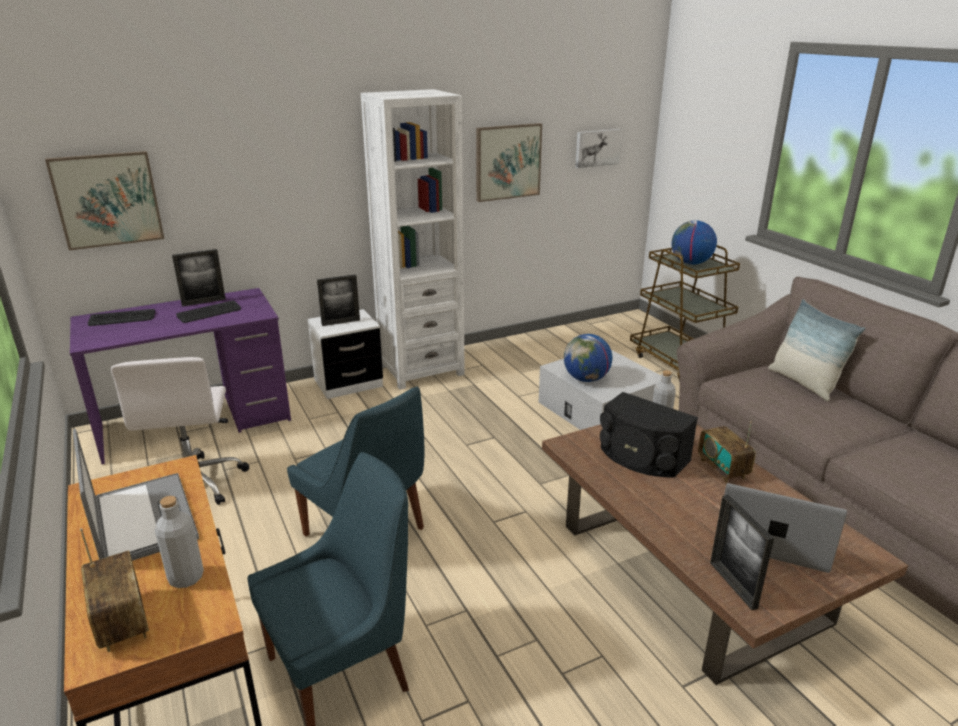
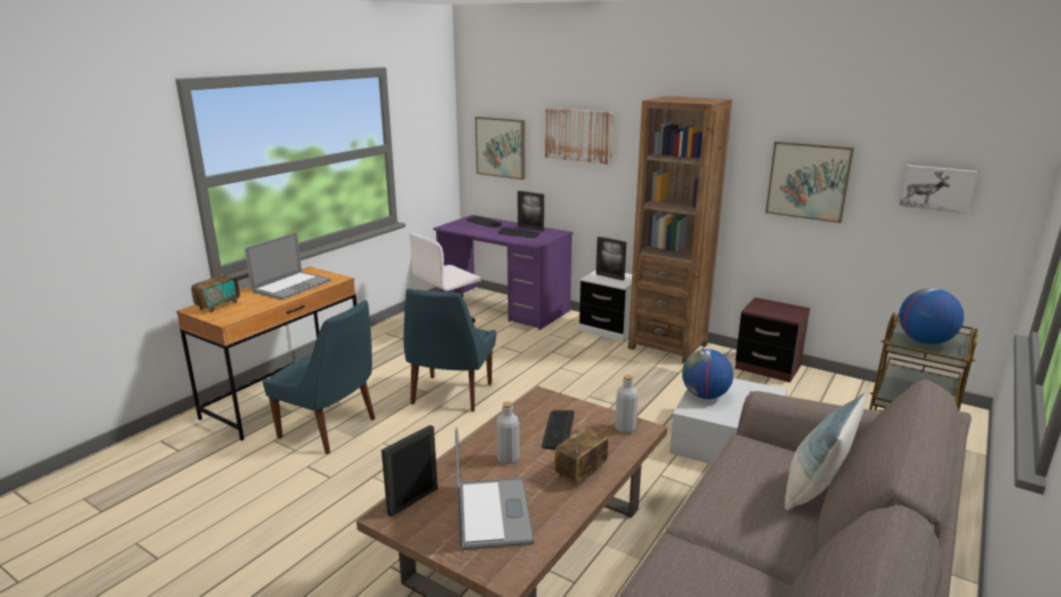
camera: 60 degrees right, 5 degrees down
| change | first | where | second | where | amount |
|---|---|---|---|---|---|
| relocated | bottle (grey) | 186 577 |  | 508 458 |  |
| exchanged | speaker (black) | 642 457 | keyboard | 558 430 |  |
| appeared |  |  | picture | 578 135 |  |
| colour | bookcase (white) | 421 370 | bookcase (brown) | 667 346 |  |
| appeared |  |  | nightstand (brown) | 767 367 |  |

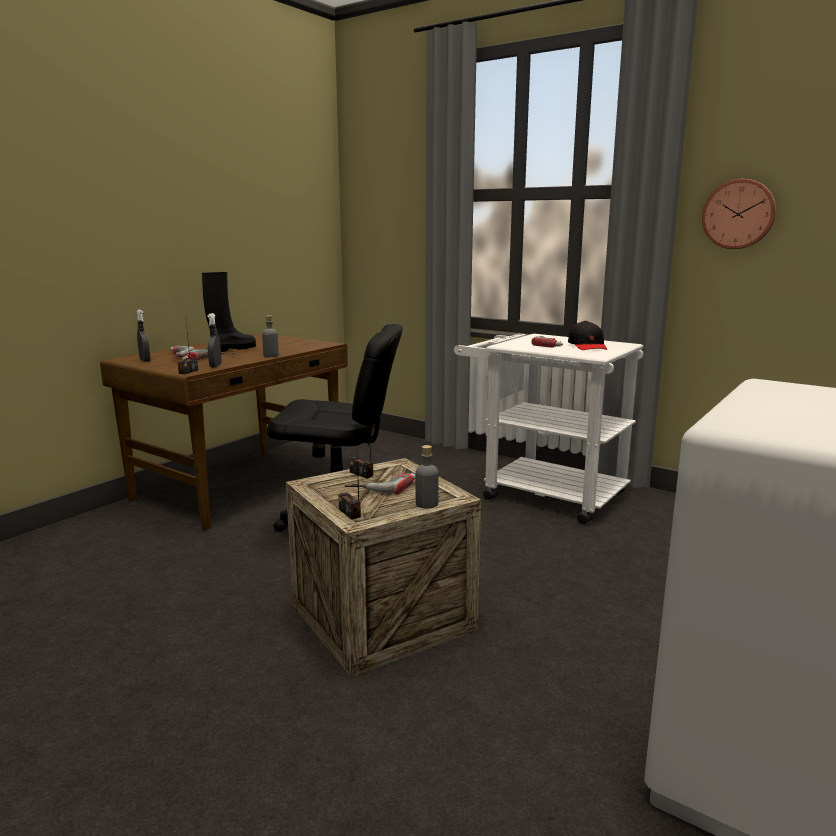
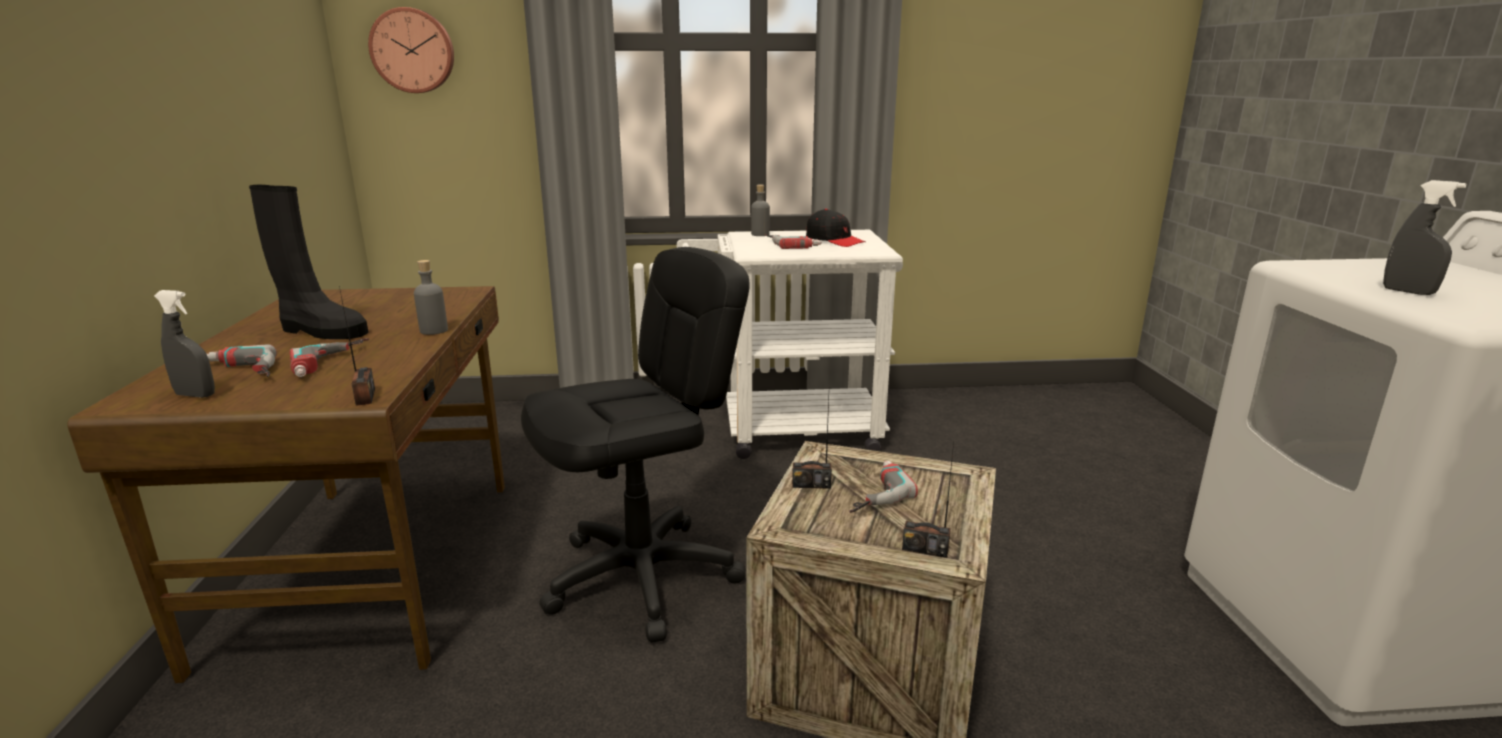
camera: 40 degrees left, 5 degrees up
| change | first | where | second | where | amount |
|---|---|---|---|---|---|
| spun | boot (black) | 232 349 |  | 321 331 | 105 degrees clockwise |
| relocated | wall clock | 739 214 |  | 413 51 |  |
| relocated | bottle (grey) | 426 504 |  | 760 234 |  |
| relocated | spray bottle (grey) | 215 366 |  | 1408 291 |  |

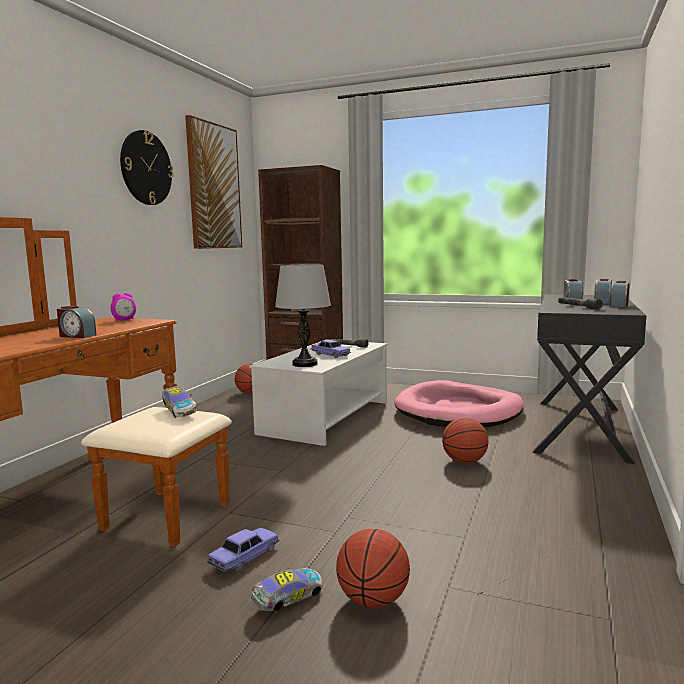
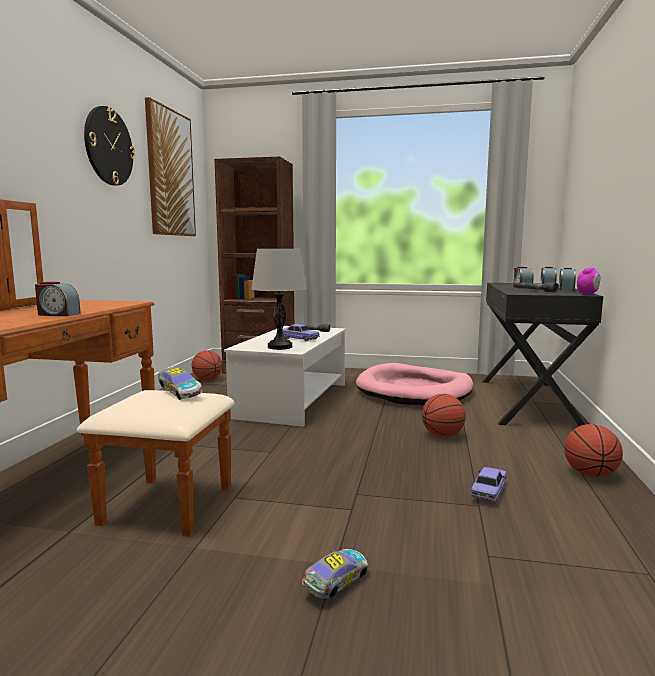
camera: 10 degrees left, 0 degrees up
| change | first | where | second | where | amount |
|---|---|---|---|---|---|
| relocated | toy car | 244 557 |  | 488 491 |  |
| relocated | basketball | 373 600 |  | 590 474 |  |
| relocated | alarm clock | 124 320 |  | 587 294 |  |

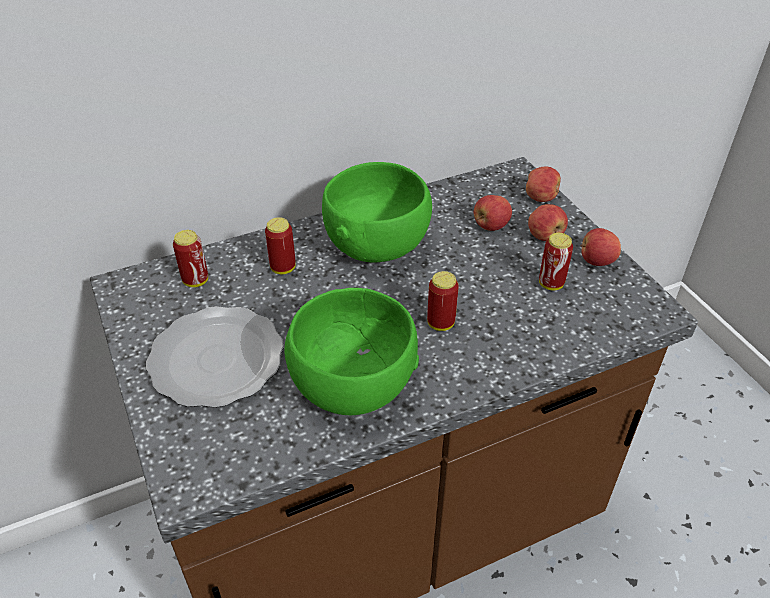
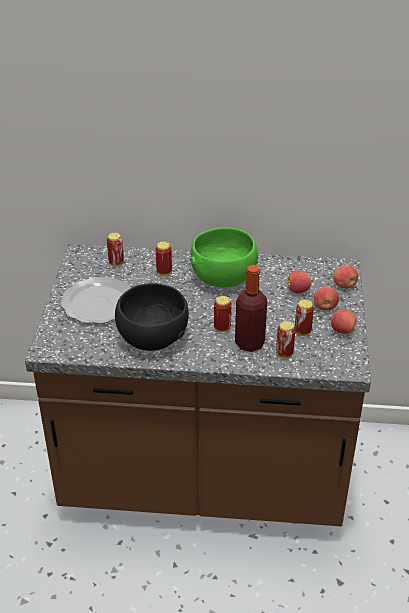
camera: 30 degrees right, 5 degrees down
| change | first | where | second | where | amount |
|---|---|---|---|---|---|
| colour | bowl (green) | 352 385 | bowl (black) | 152 338 |  |
| appeared |  |  | bottle | 249 343 |  |
| appeared |  |  | can | 284 354 |  |

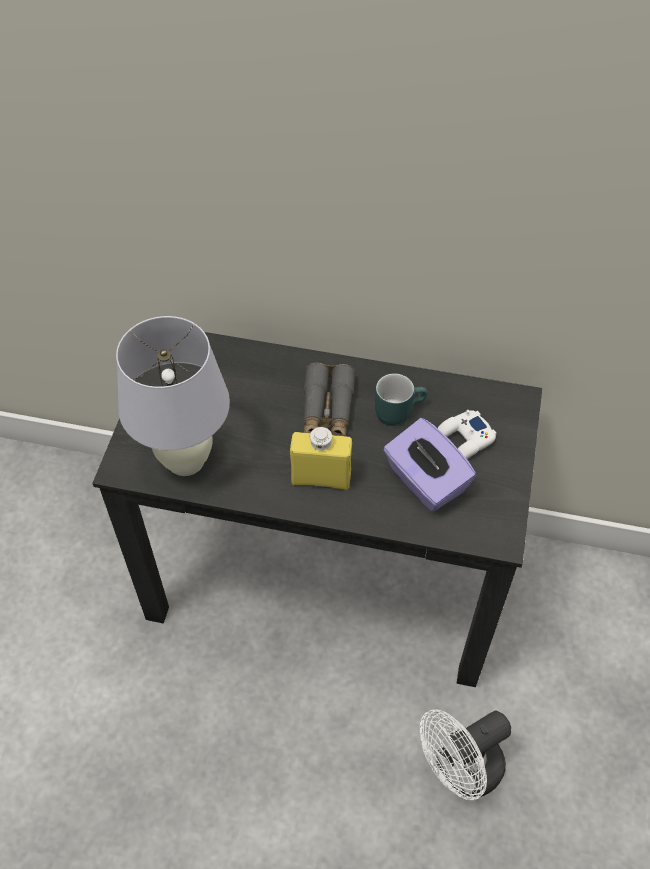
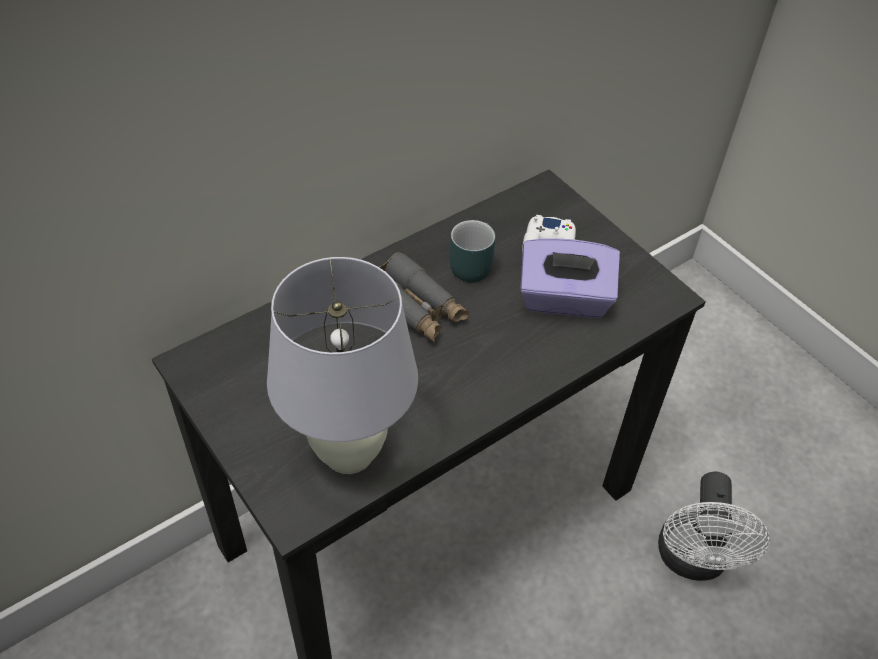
camera: 50 degrees left, 5 degrees down
| change | first | where | second | where | amount |
|---|---|---|---|---|---|
| missing | bottle (yellow) | 321 478 |  |  |  |

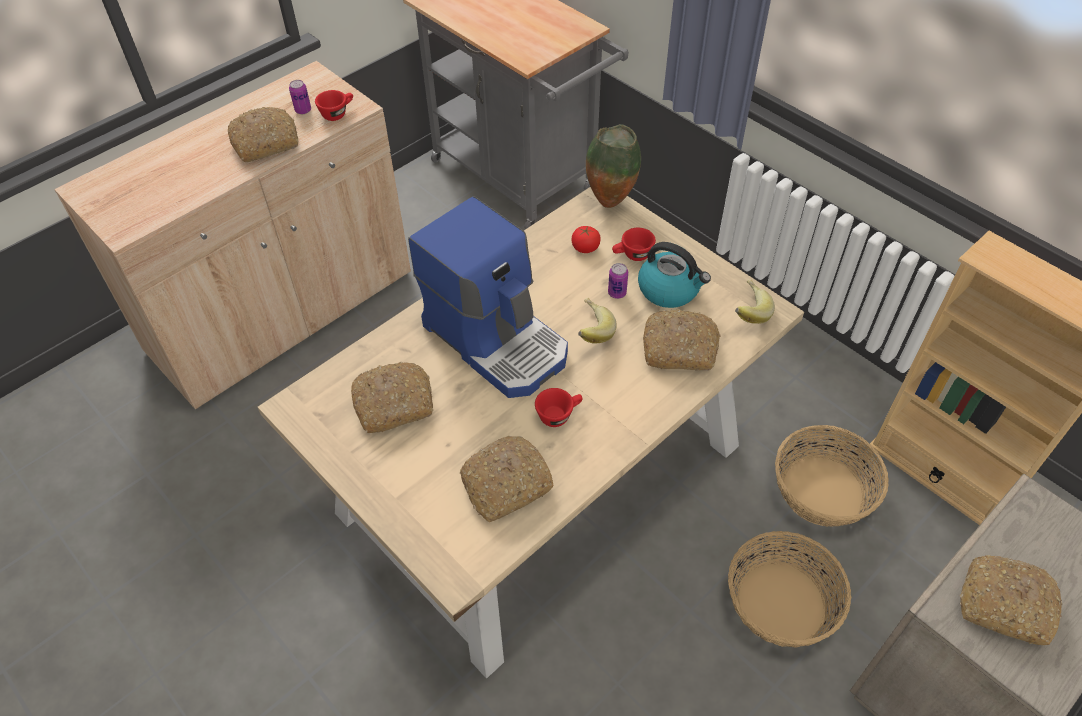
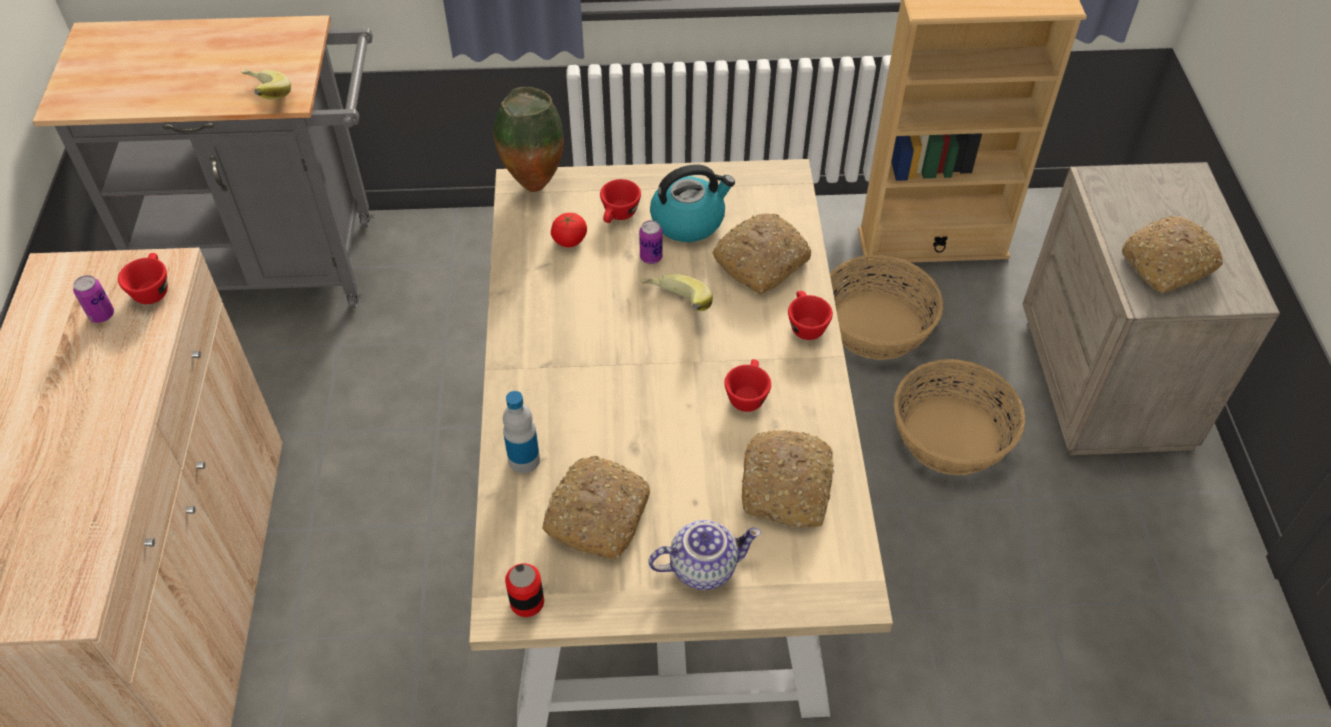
camera: 50 degrees left, 0 degrees up
| change | first | where | second | where | amount |
|---|---|---|---|---|---|
| relocated | banana | 746 312 |  | 264 99 |  |
| appeared |  |  | bottle | 524 460 |  |
| appeared |  |  | can | 527 602 |  |
| appeared |  |  | teapot | 703 566 |  |
| appeared |  |  | cup (red) | 805 325 |  |
| missing | bread | 266 142 |  |  |  |
| missing | coffee machine | 498 339 |  |  |  |

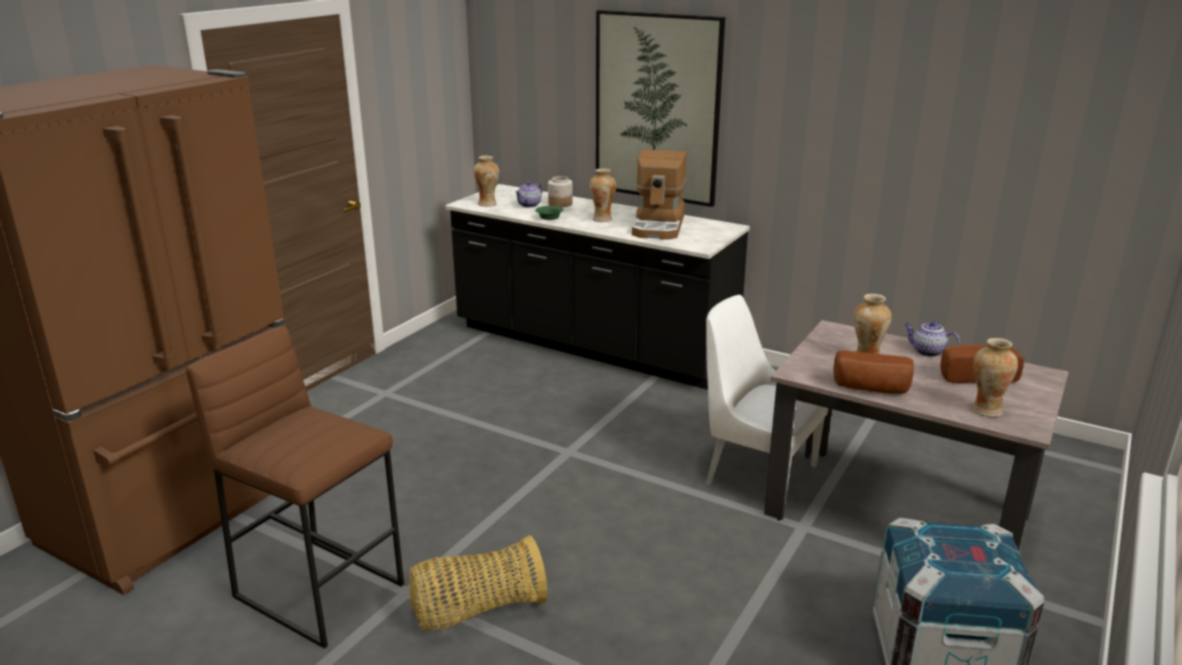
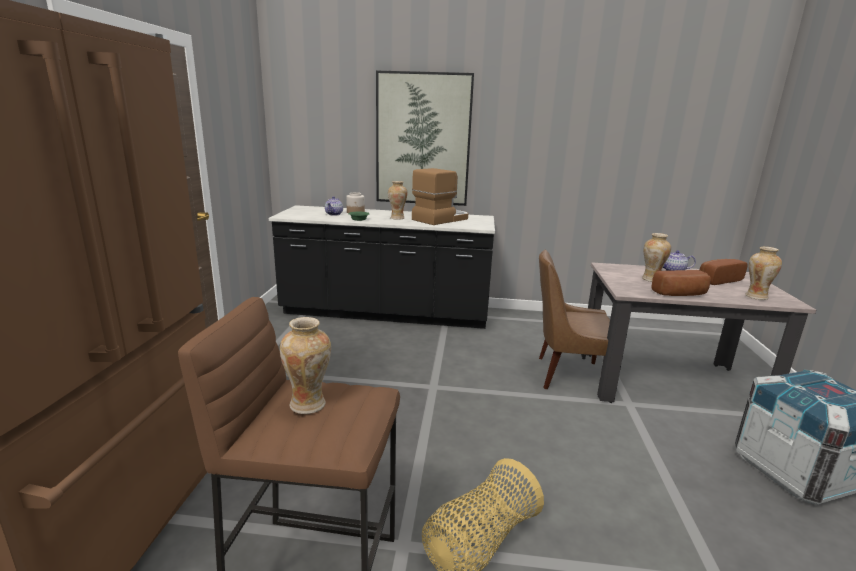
camera: 25 degrees left, 5 degrees down
| change | first | where | second | where | amount |
|---|---|---|---|---|---|
| relocated | vase | 488 204 |  | 309 404 |  |
| spun | coffee machine | 659 226 |  | 440 219 | 120 degrees counterclockwise |
| colour | chair (white) | 757 473 | chair (brown) | 566 375 |  |

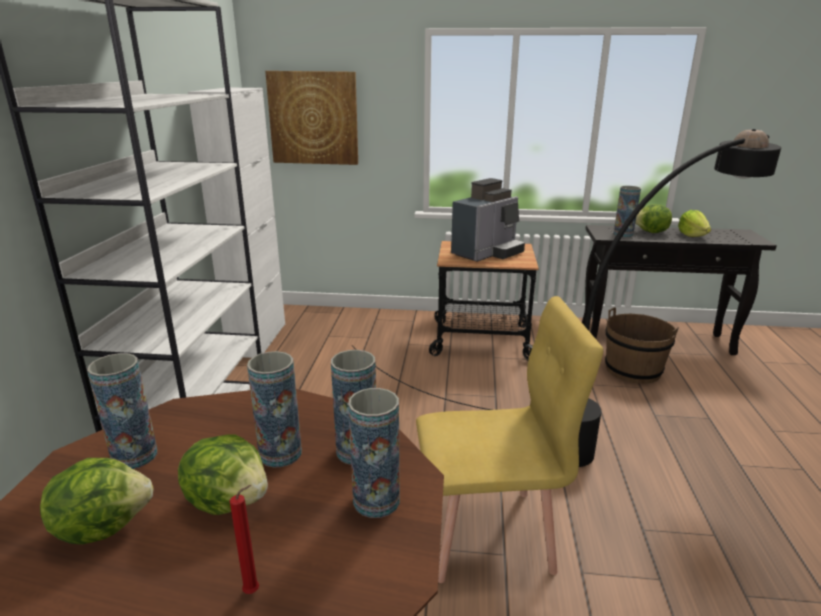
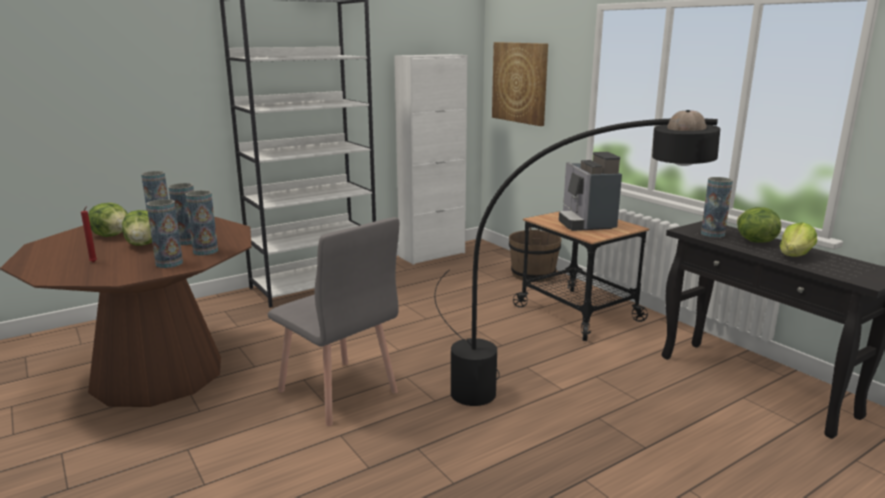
camera: 50 degrees right, 5 degrees down
| change | first | where | second | where | amount |
|---|---|---|---|---|---|
| colour | chair (yellow) | 487 534 | chair (grey) | 337 392 |  |
| relocated | bucket (brown) | 633 370 |  | 533 274 |  |
| spun | coffee machine | 487 253 |  | 585 223 | 75 degrees clockwise |

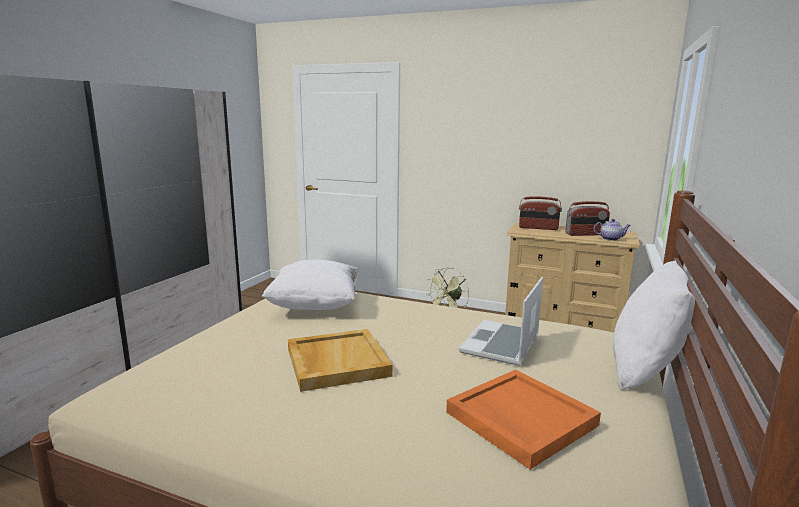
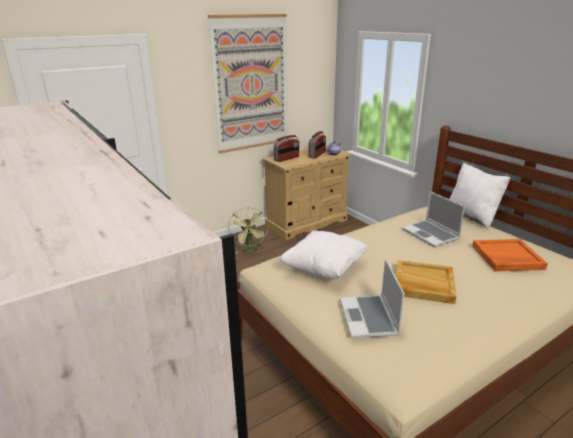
camera: 55 degrees left, 10 degrees up
| change | first | where | second | where | amount |
|---|---|---|---|---|---|
| appeared |  |  | picture | 251 84 |  |
| appeared |  |  | laptop | 369 318 |  |

